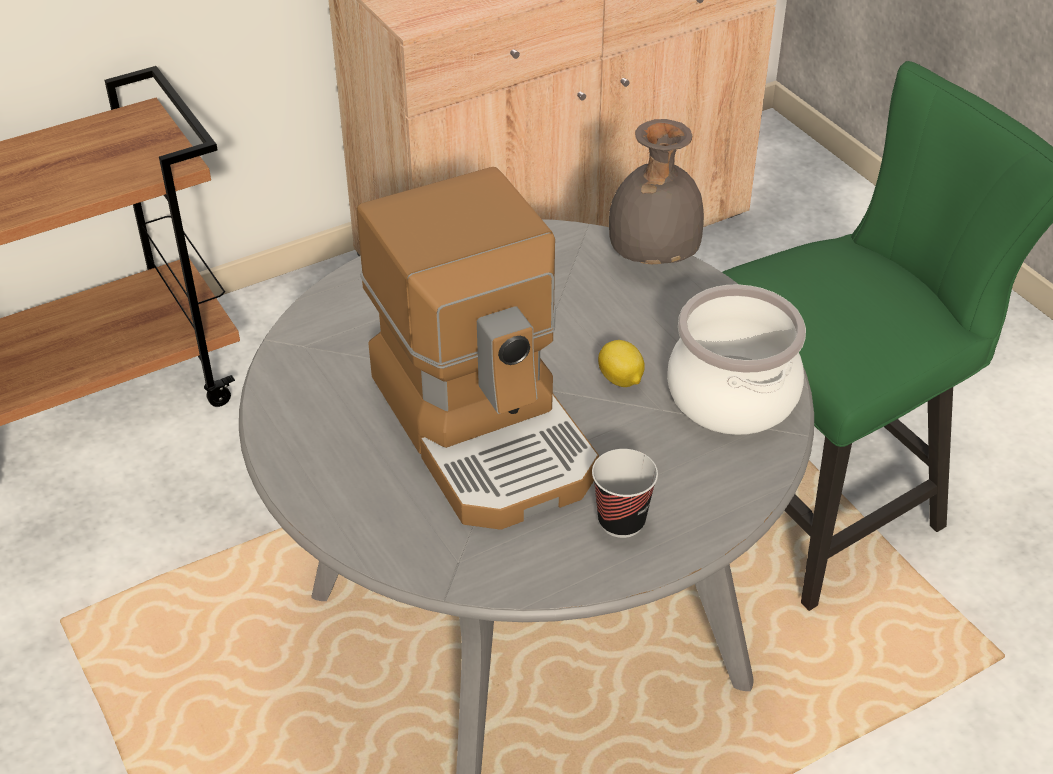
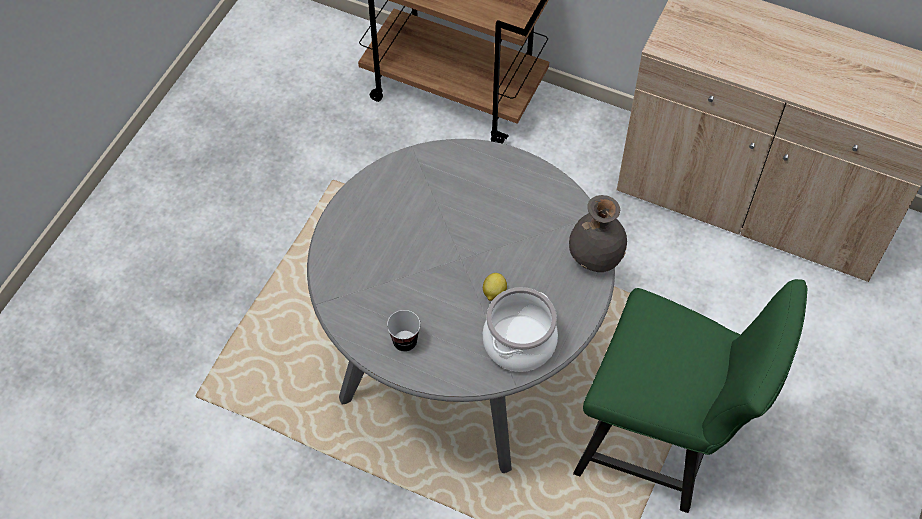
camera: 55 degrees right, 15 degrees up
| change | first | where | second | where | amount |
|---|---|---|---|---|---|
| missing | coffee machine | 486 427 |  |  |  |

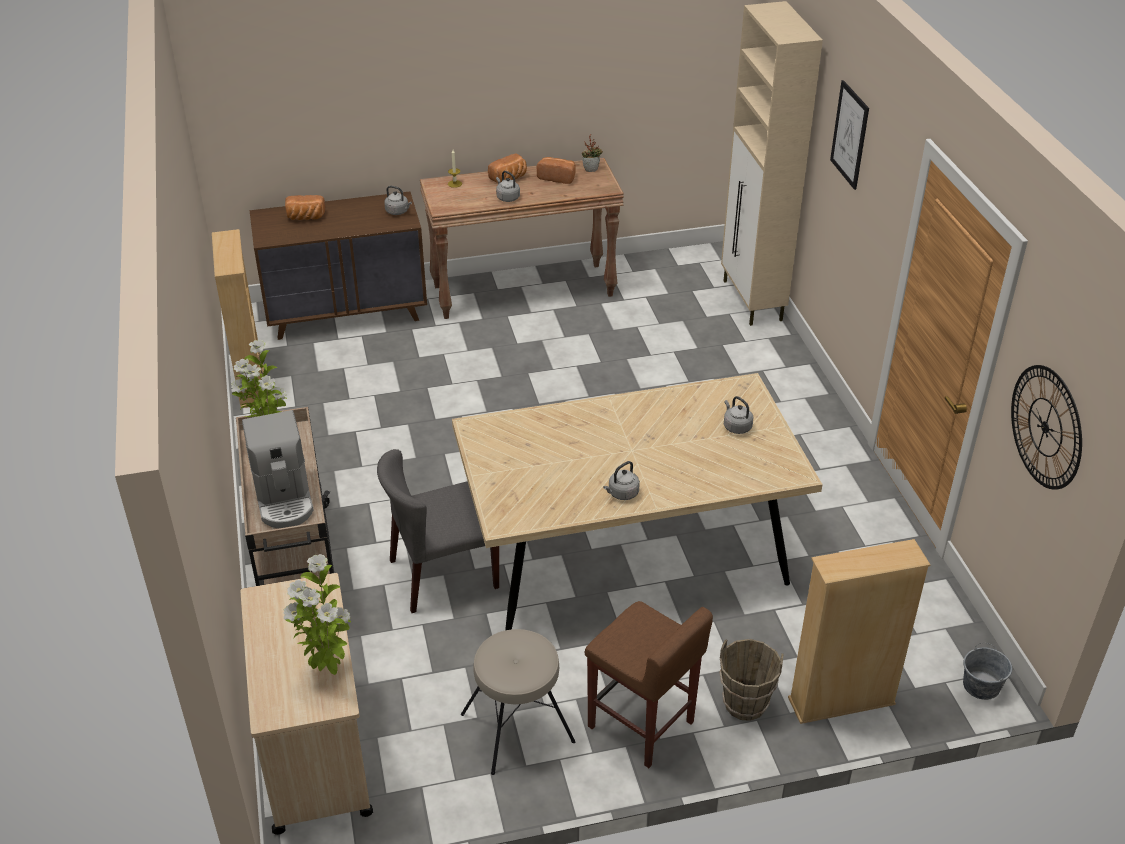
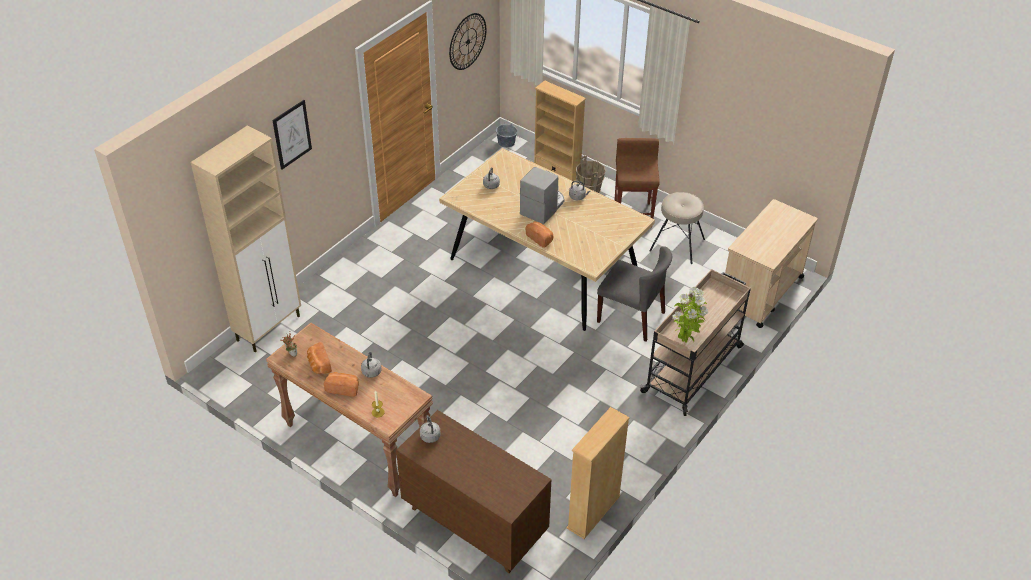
camera: 130 degrees left, 5 degrees up
| change | first | where | second | where | amount |
|---|---|---|---|---|---|
| relocated | coffee machine | 284 498 |  | 543 207 |  |
| relocated | bread | 305 217 |  | 540 238 |  |
| missing | potted plant | 328 667 |  |  |  |

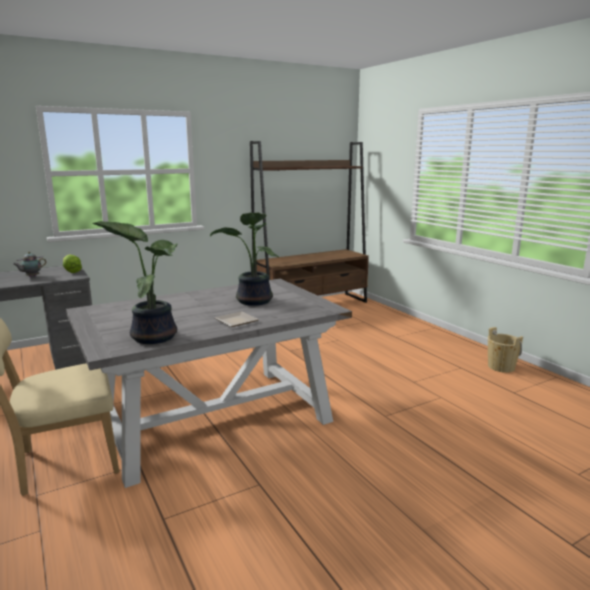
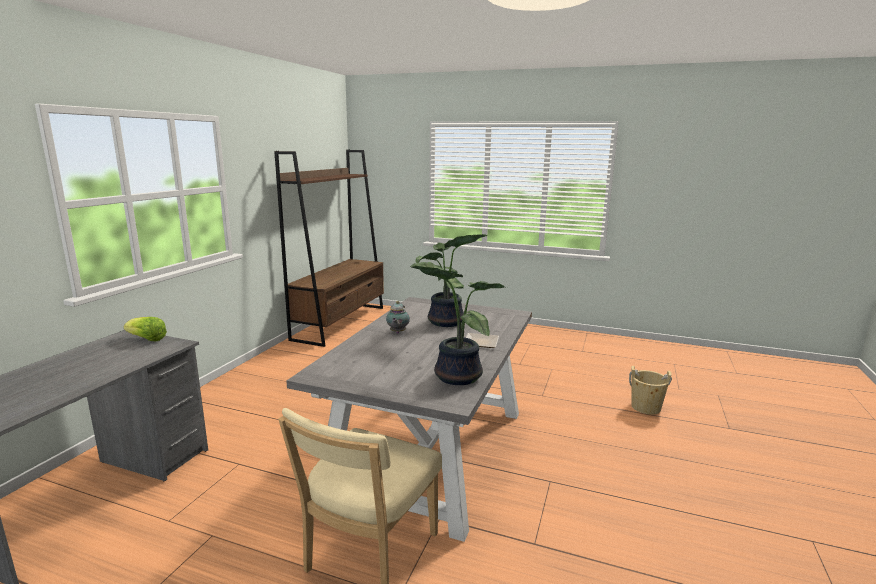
camera: 40 degrees left, 0 degrees up
| change | first | where | second | where | amount |
|---|---|---|---|---|---|
| relocated | teapot | 31 277 |  | 397 332 |  |
| relocated | bucket (beige) | 501 367 |  | 646 407 |  |

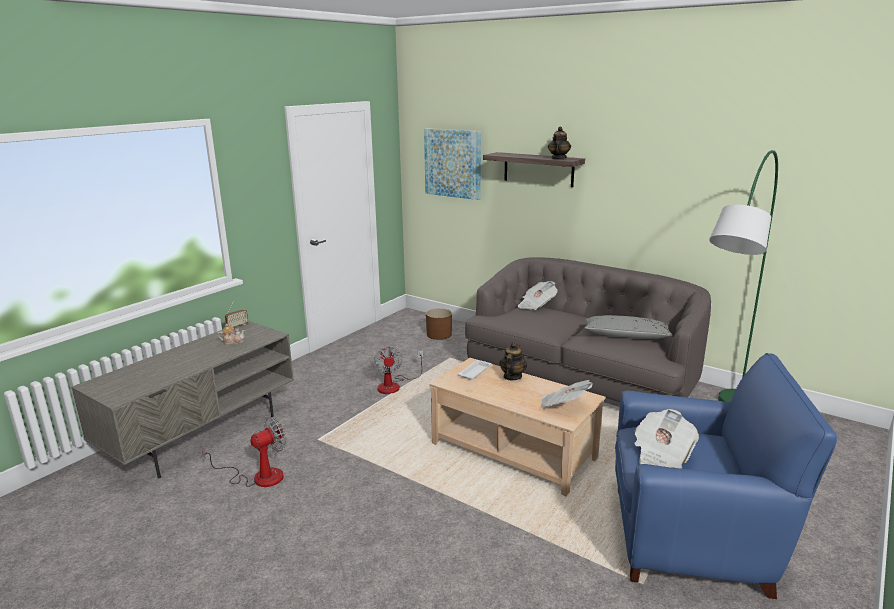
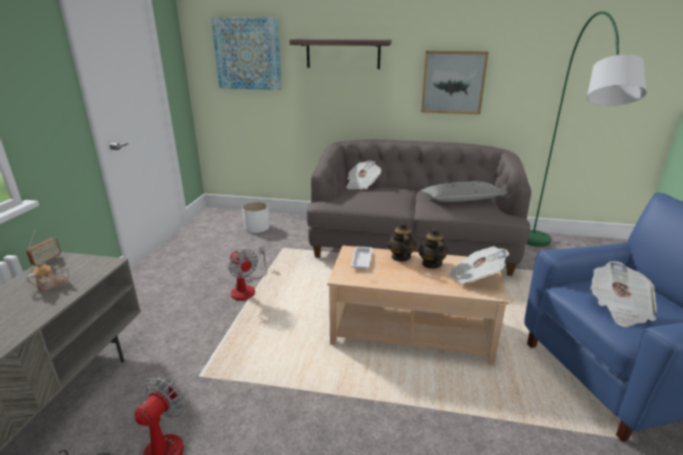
camera: 25 degrees left, 5 degrees up
| change | first | where | second | where | amount |
|---|---|---|---|---|---|
| colour | planter (brown) | 439 335 | planter (white) | 257 227 |  |
| relocated | teapot | 558 158 |  | 431 264 |  |
| appeared |  |  | picture | 453 82 |  |

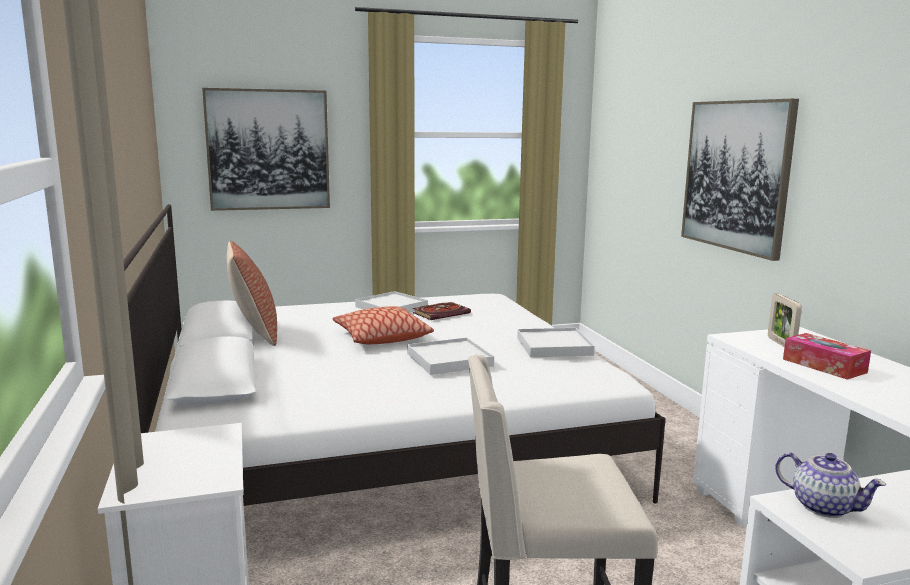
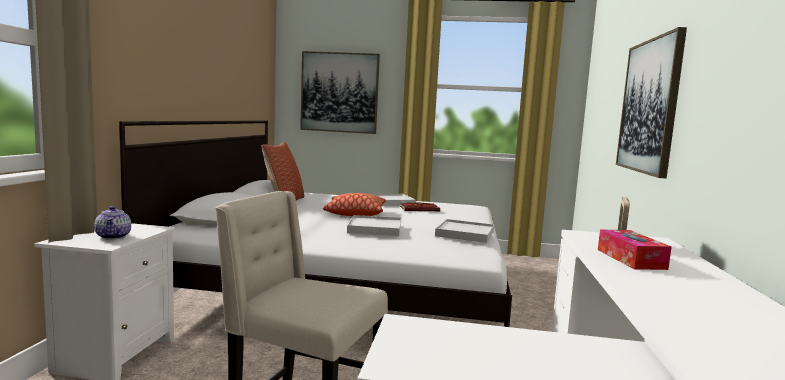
camera: 25 degrees right, 5 degrees down
| change | first | where | second | where | amount |
|---|---|---|---|---|---|
| relocated | teapot | 823 506 |  | 114 236 |  |

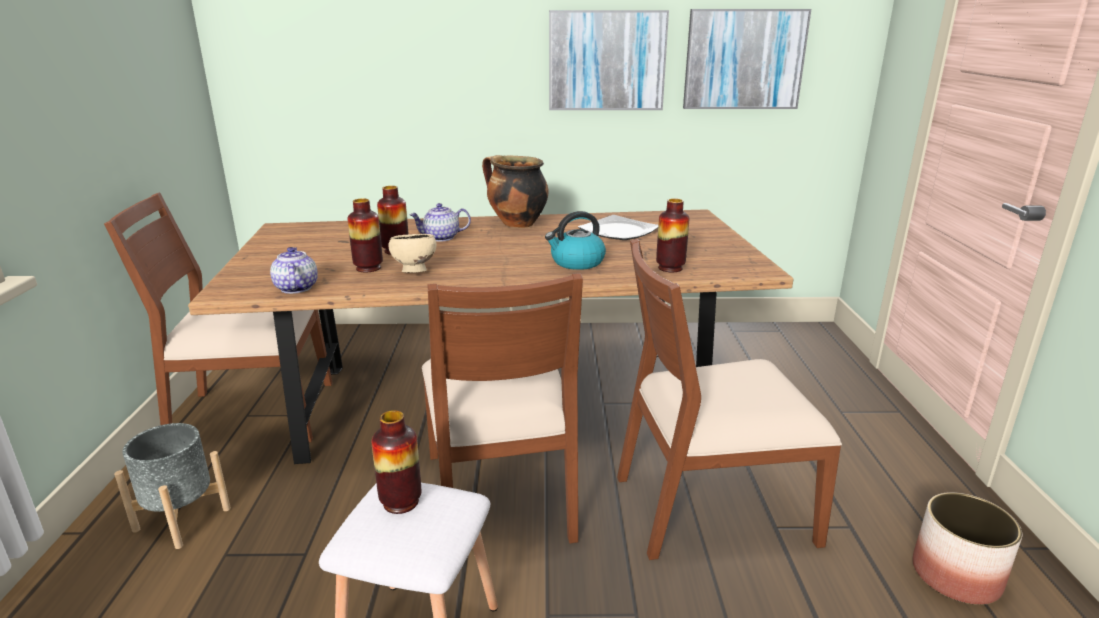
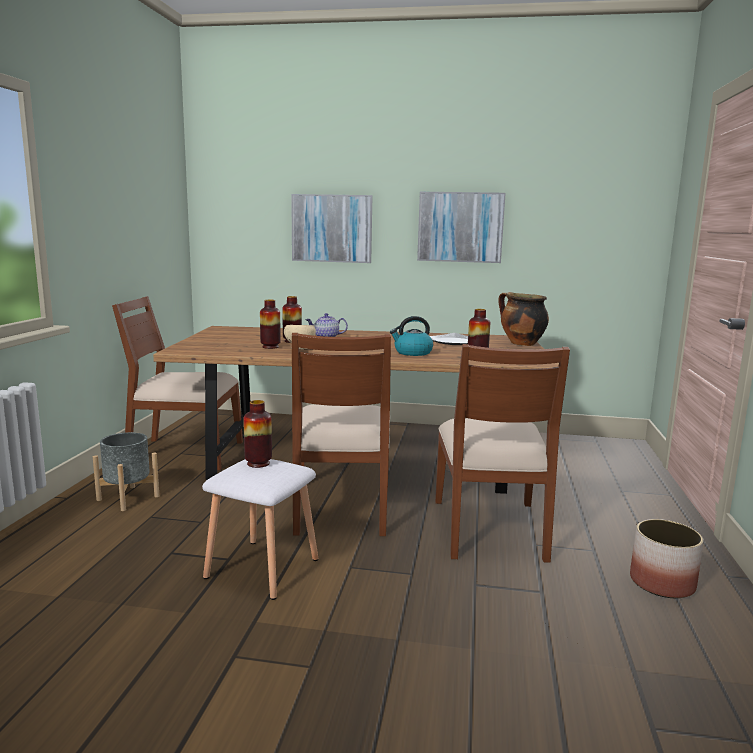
camera: 10 degrees right, 10 degrees down
| change | first | where | second | where | amount |
|---|---|---|---|---|---|
| relocated | picture | 744 59 |  | 332 228 |  |
| spun | chair (brown) | 710 507 |  | 490 529 | 90 degrees counterclockwise |
| relocated | cooking pot | 516 224 |  | 521 344 |  |
| missing | teapot | 295 288 |  |  |  |

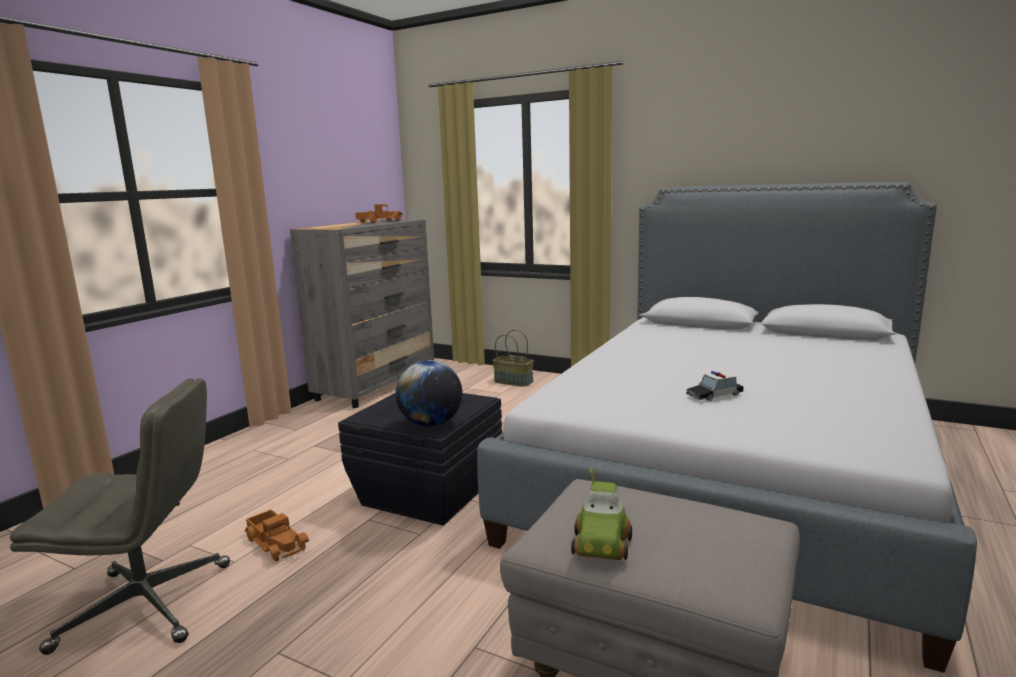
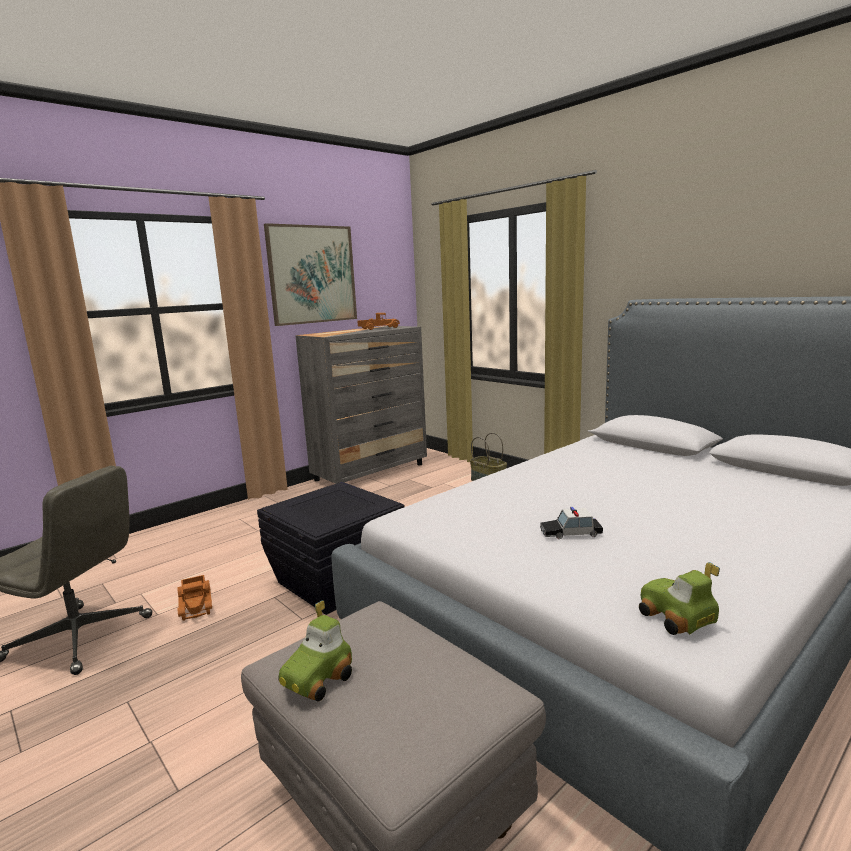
camera: 20 degrees right, 0 degrees up
| change | first | where | second | where | amount |
|---|---|---|---|---|---|
| appeared |  |  | picture | 312 274 |  |
| appeared |  |  | toy car | 675 619 |  |
| missing | globe | 431 424 |  |  |  |

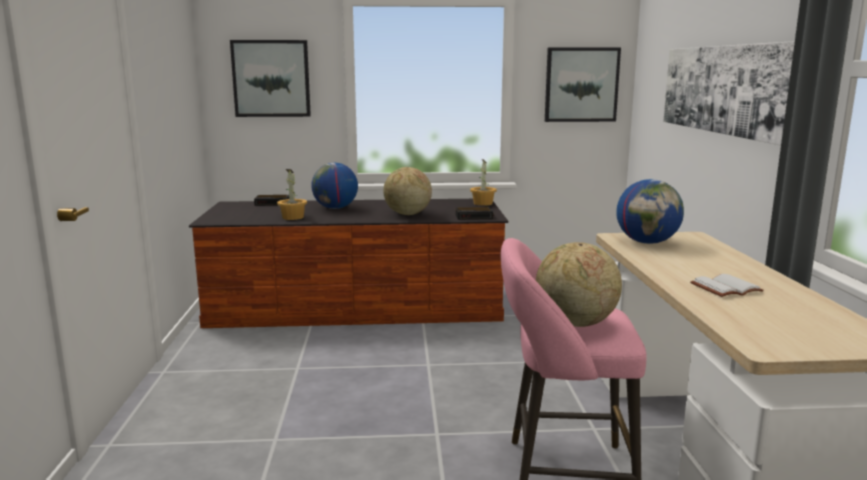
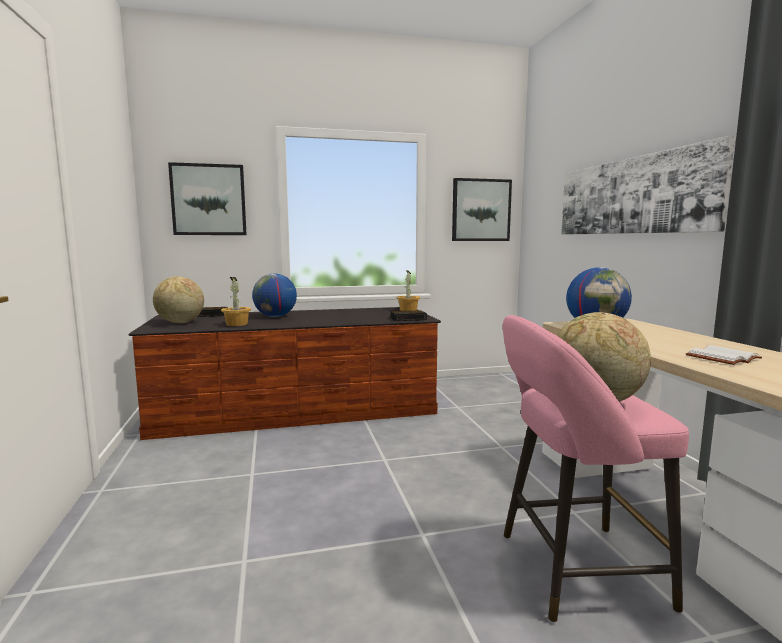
camera: 10 degrees left, 5 degrees down
| change | first | where | second | where | amount |
|---|---|---|---|---|---|
| relocated | globe | 407 214 |  | 180 323 |  |

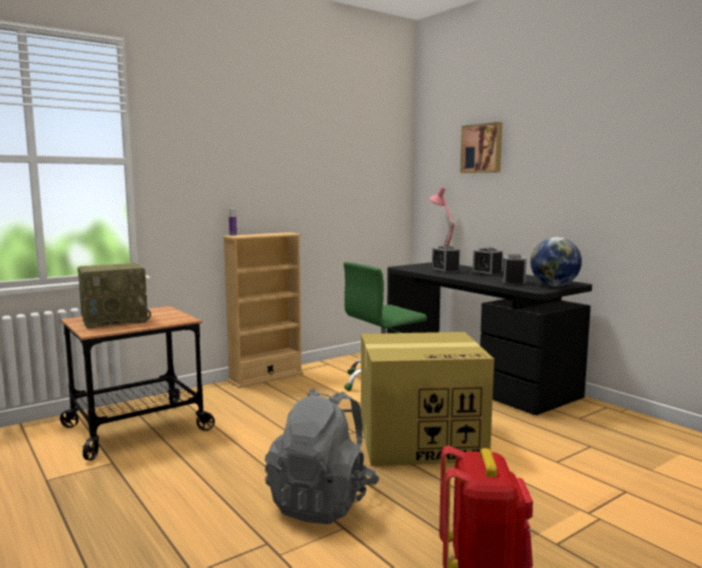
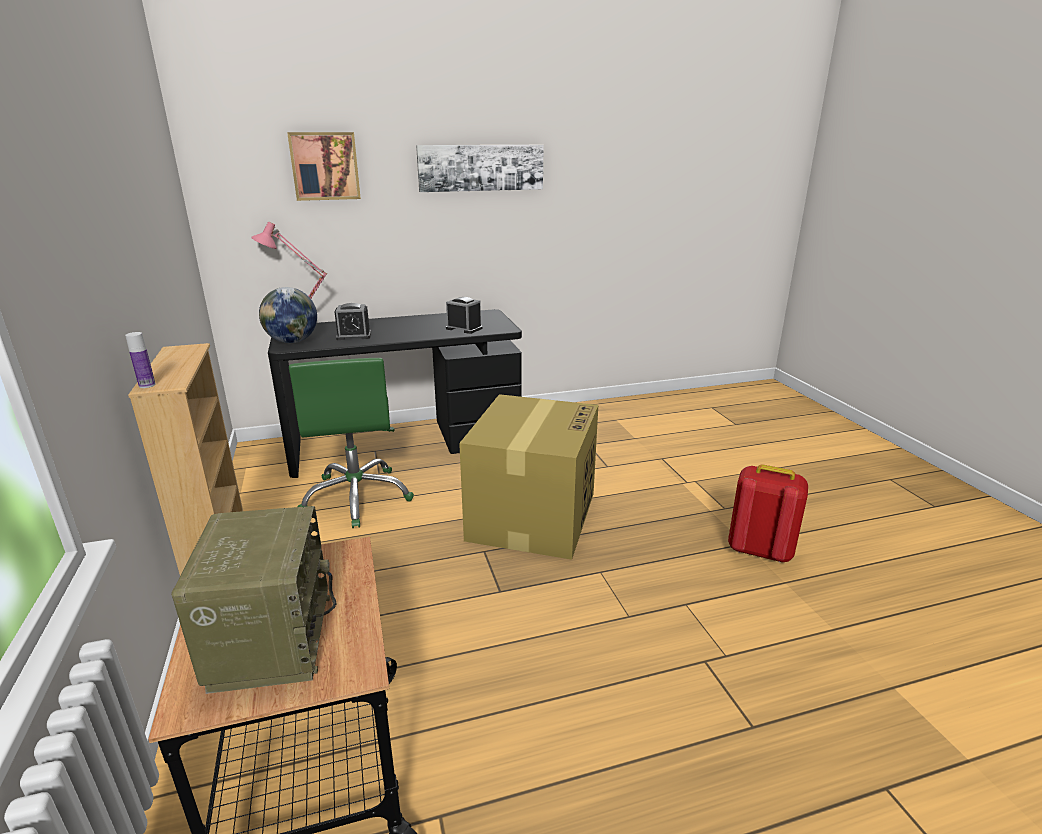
camera: 70 degrees left, 15 degrees up
| change | first | where | second | where | amount |
|---|---|---|---|---|---|
| relocated | globe | 554 286 |  | 292 342 |  |
| appeared |  |  | picture | 481 167 |  |
| missing | backpack (grey) | 323 502 |  |  |  |
| missing | alarm clock | 486 274 |  |  |  |

